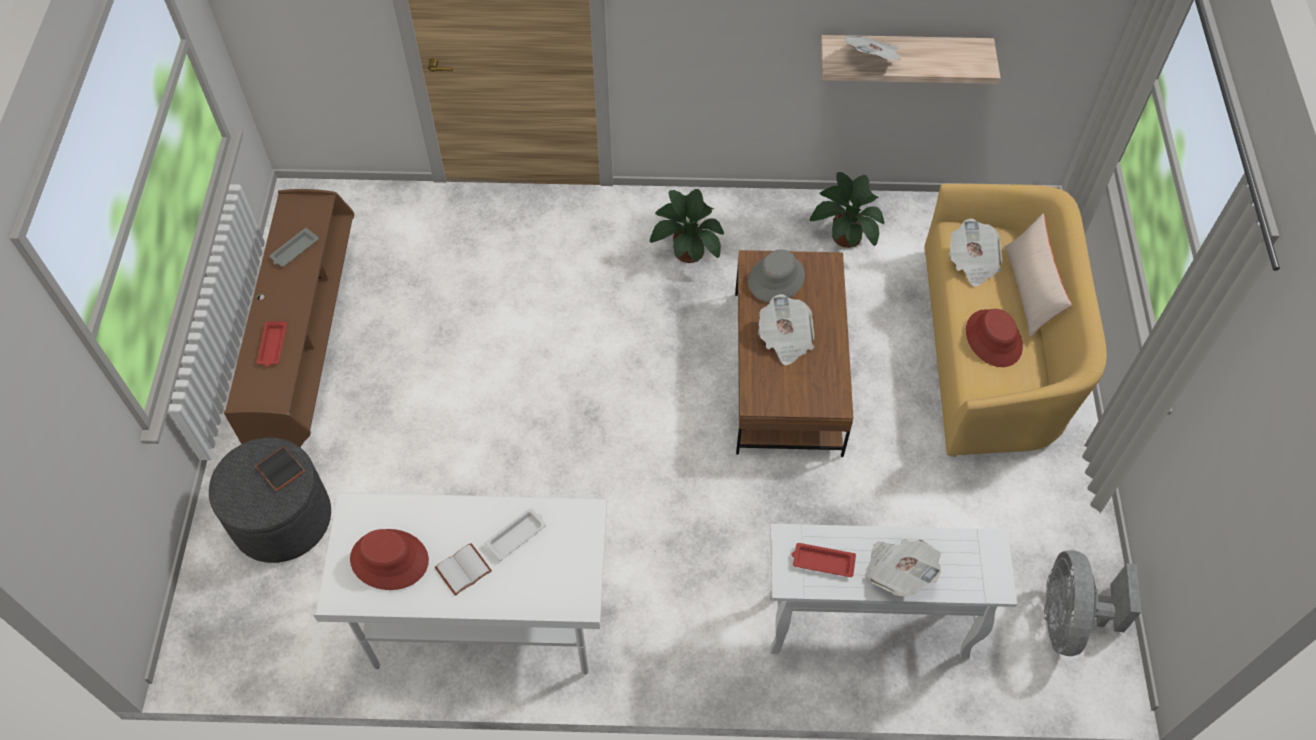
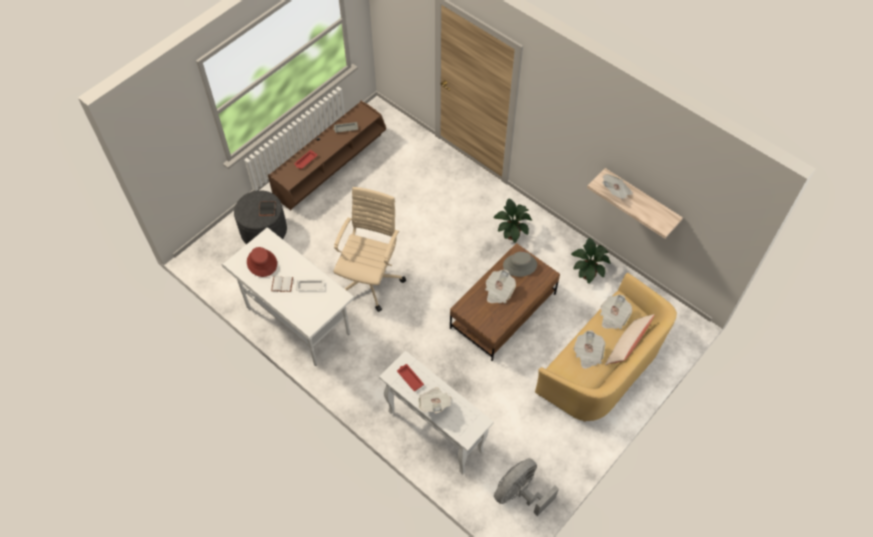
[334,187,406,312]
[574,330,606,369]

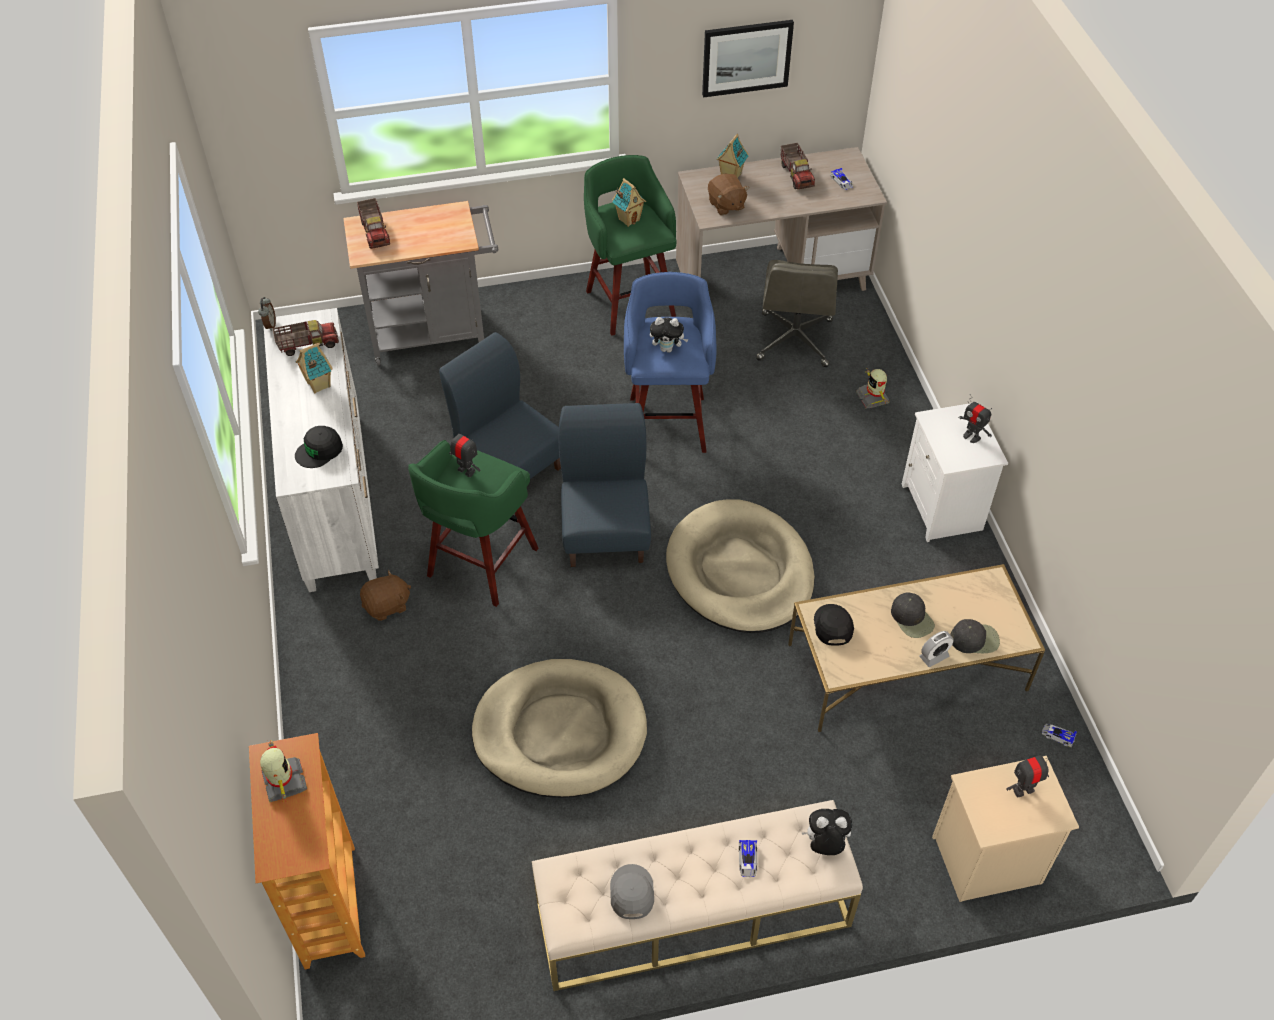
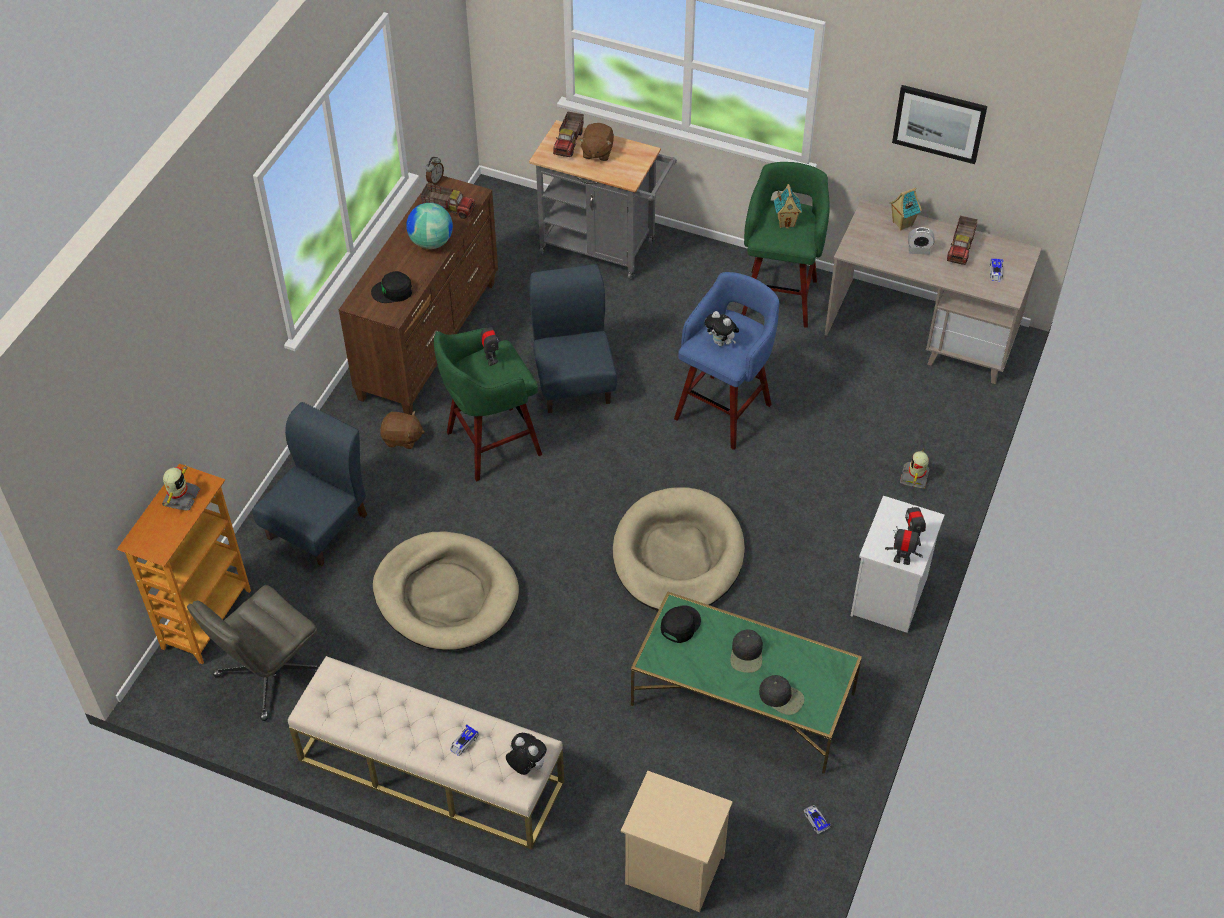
[187,585,319,721]
[252,402,367,566]
[339,176,498,415]
[406,203,453,249]
[579,123,614,161]
[631,591,862,774]
[885,526,923,565]
[908,227,935,255]
[610,864,654,919] (first image)

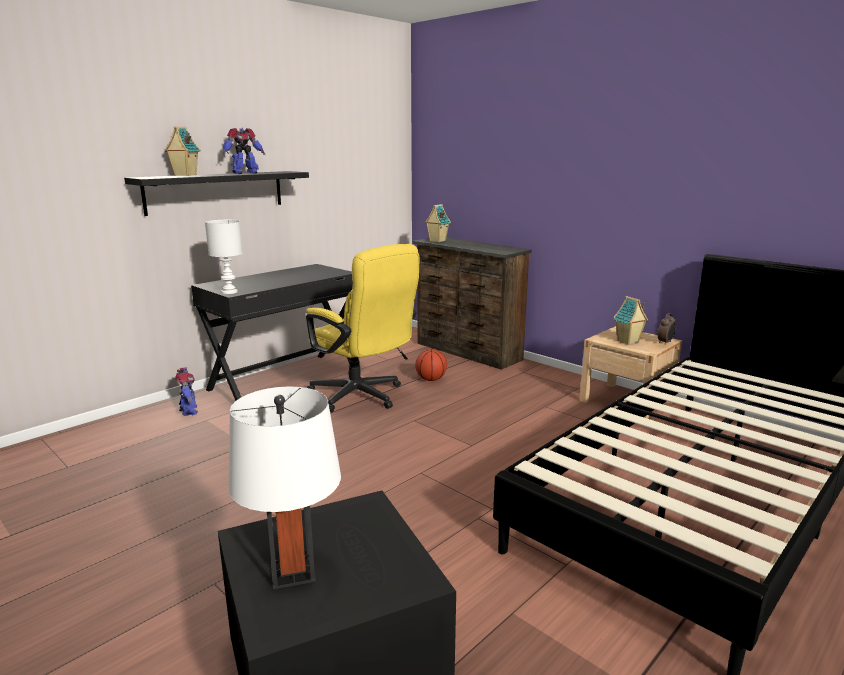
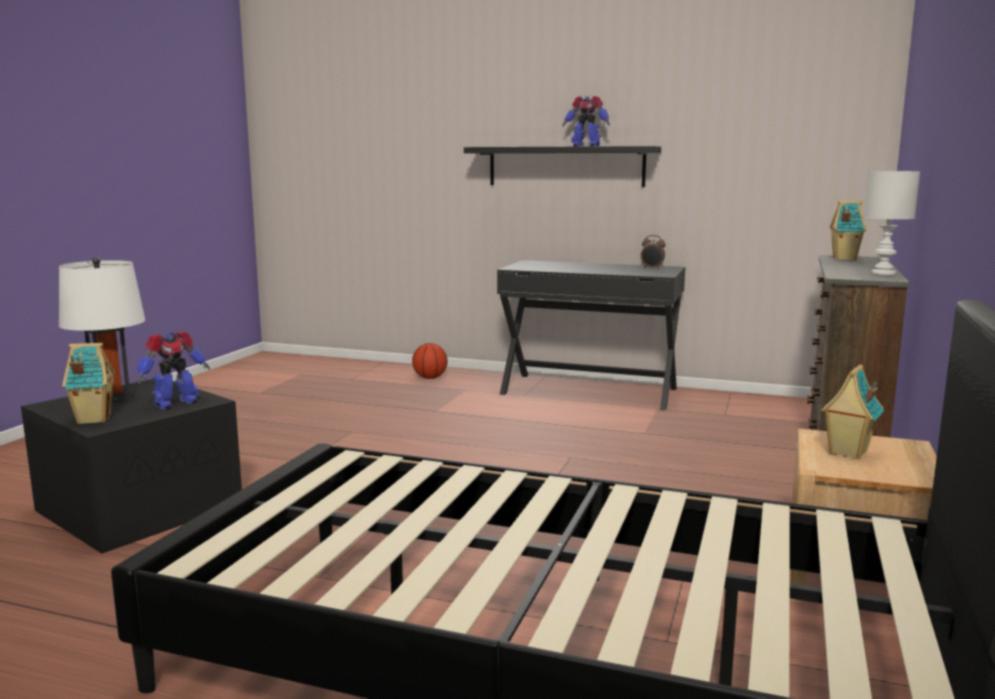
[62,342,116,424]
[137,331,210,410]
[412,343,448,379]
[641,235,666,269]
[864,171,920,275]
[306,244,419,412] (first image)

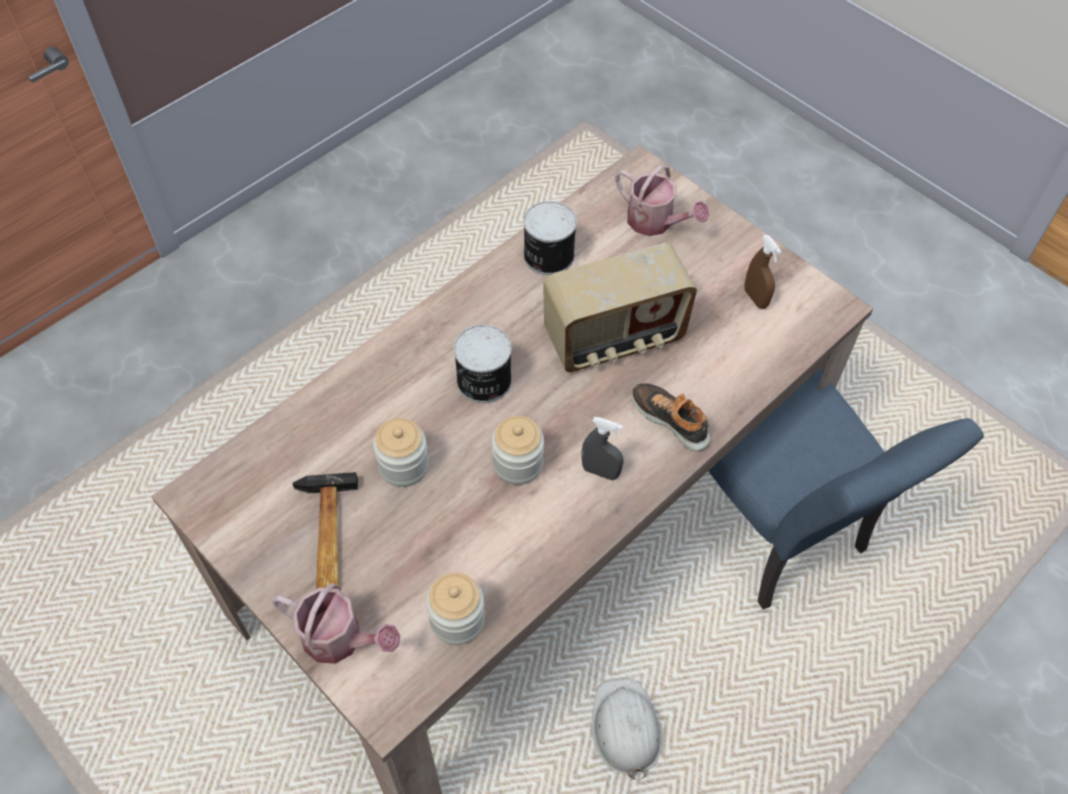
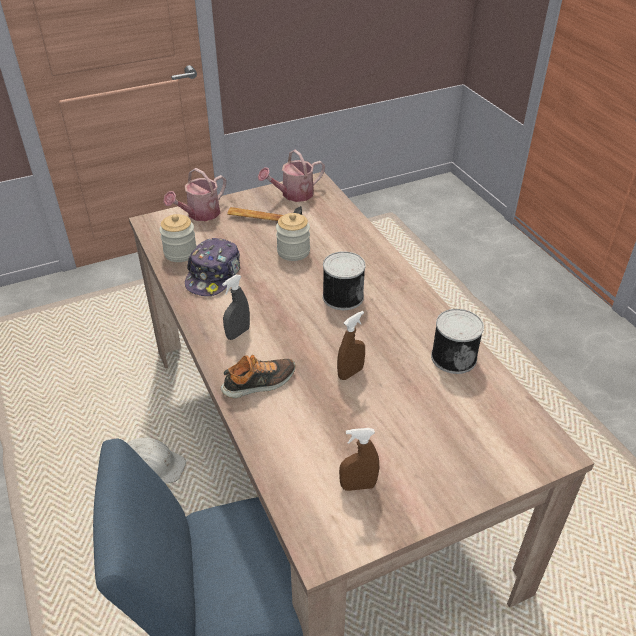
[185,238,241,296]
[258,150,325,202]
[337,311,365,380]
[492,416,544,485] (first image)

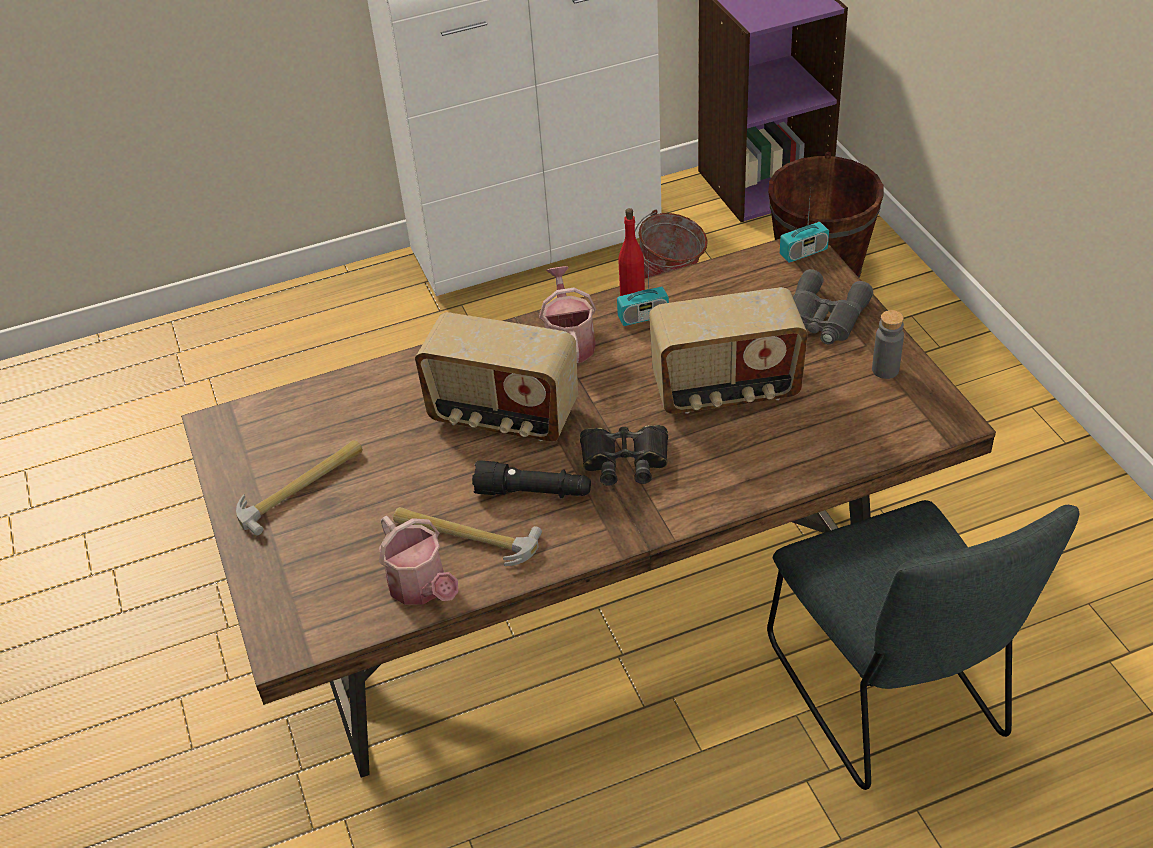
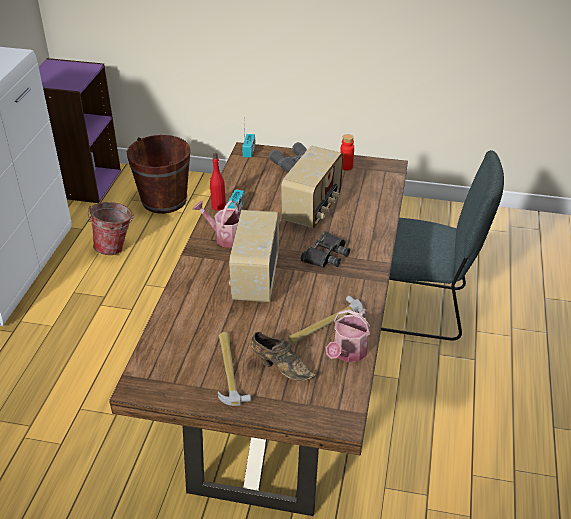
[229,210,279,302]
[251,332,316,381]
[326,308,371,362]
[340,134,354,171]
[472,460,591,499] (first image)

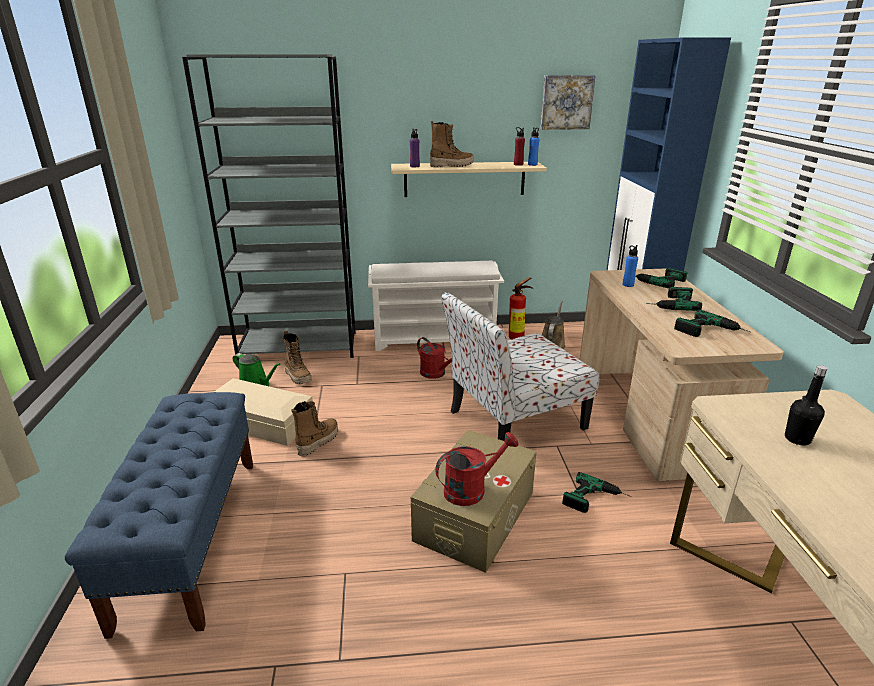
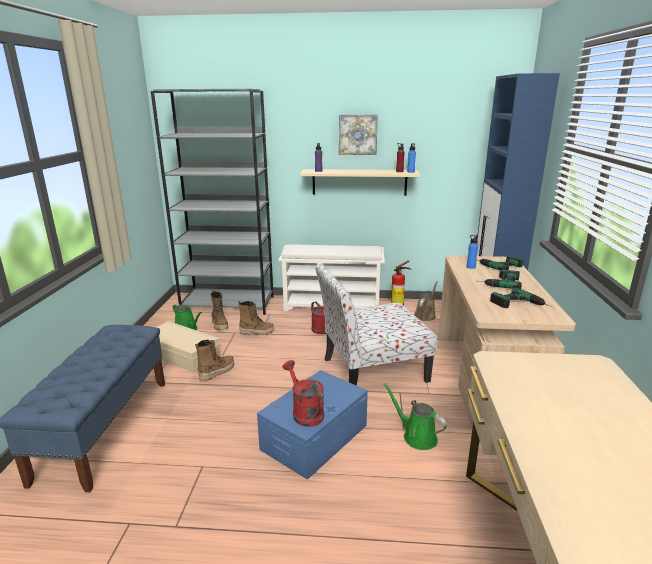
[238,301,274,335]
[257,370,368,480]
[283,360,324,427]
[339,114,378,155]
[384,384,447,450]
[785,365,828,446] (first image)

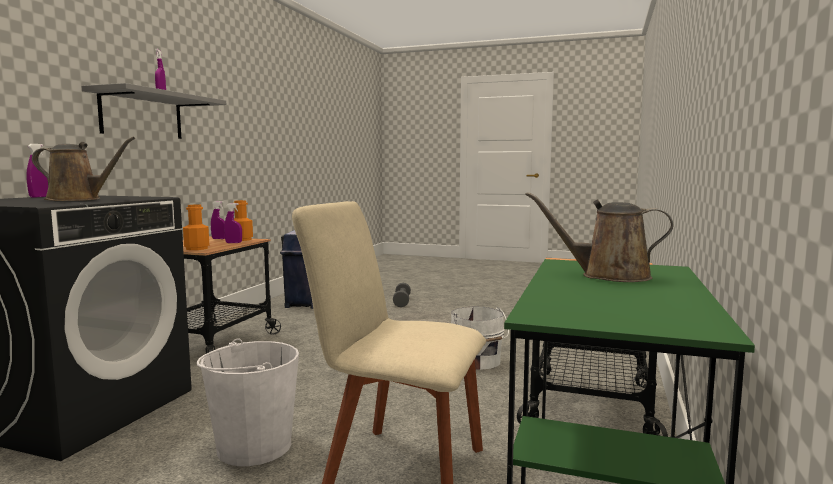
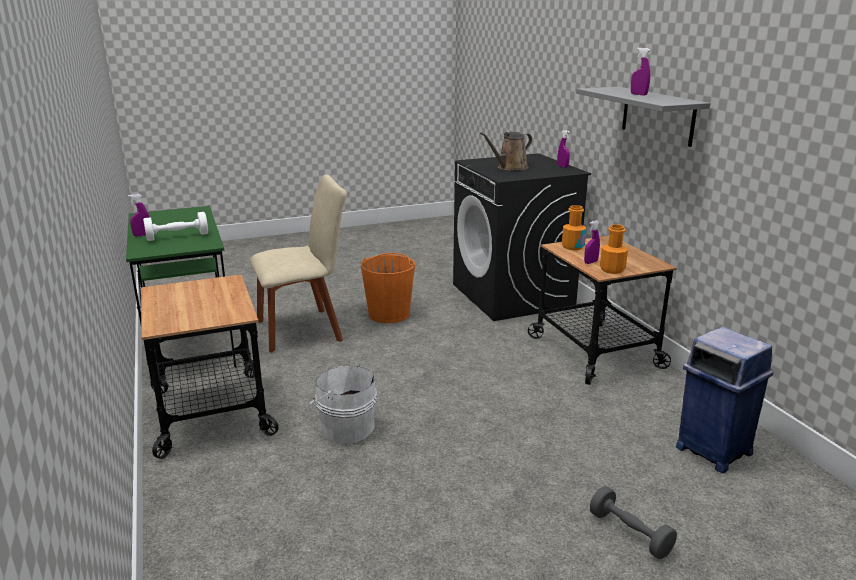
[128,194,150,237]
[143,212,208,241]
[361,253,415,323]

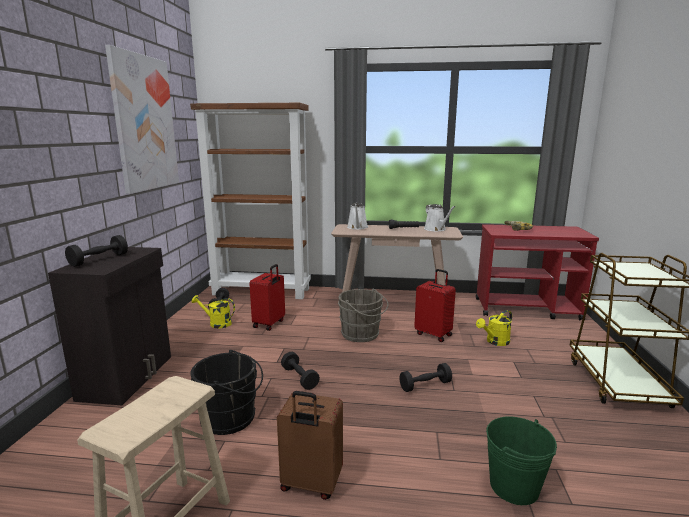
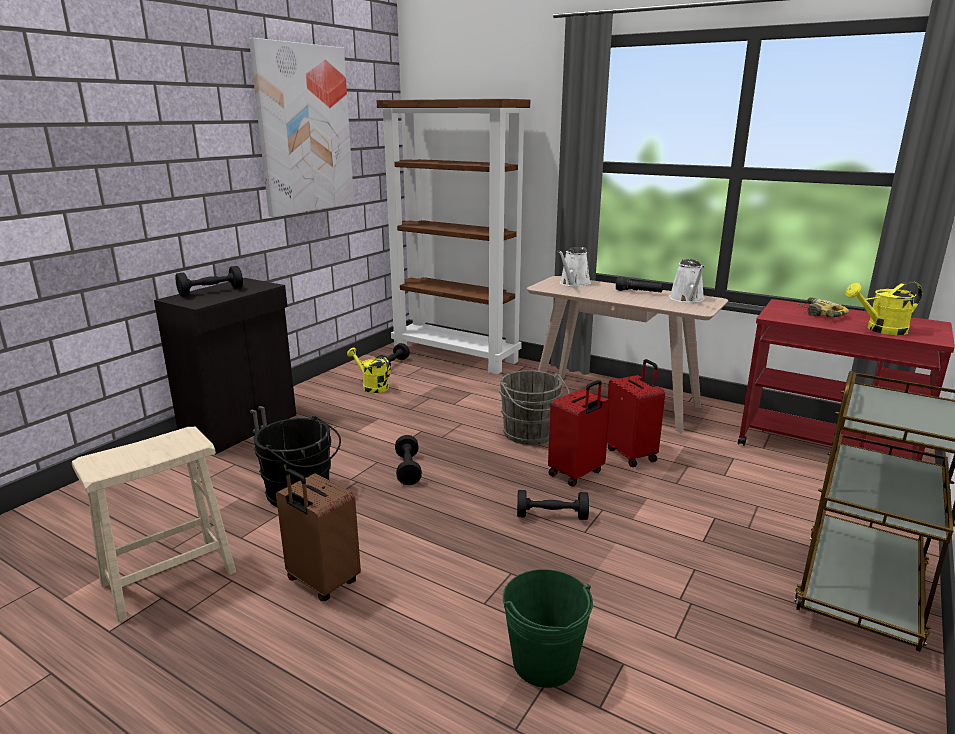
[548,380,610,487]
[846,281,922,335]

